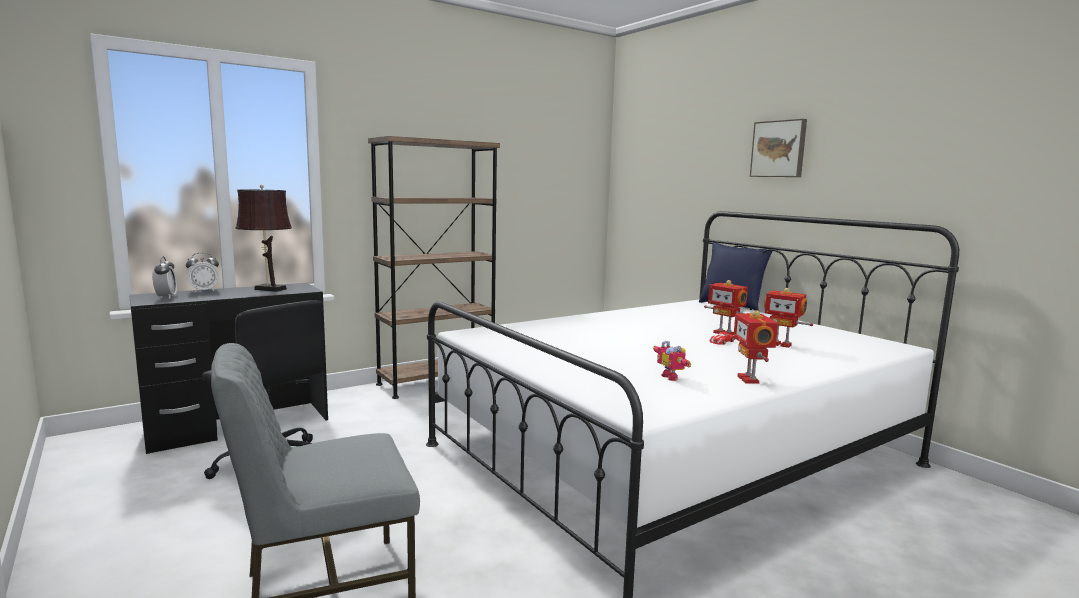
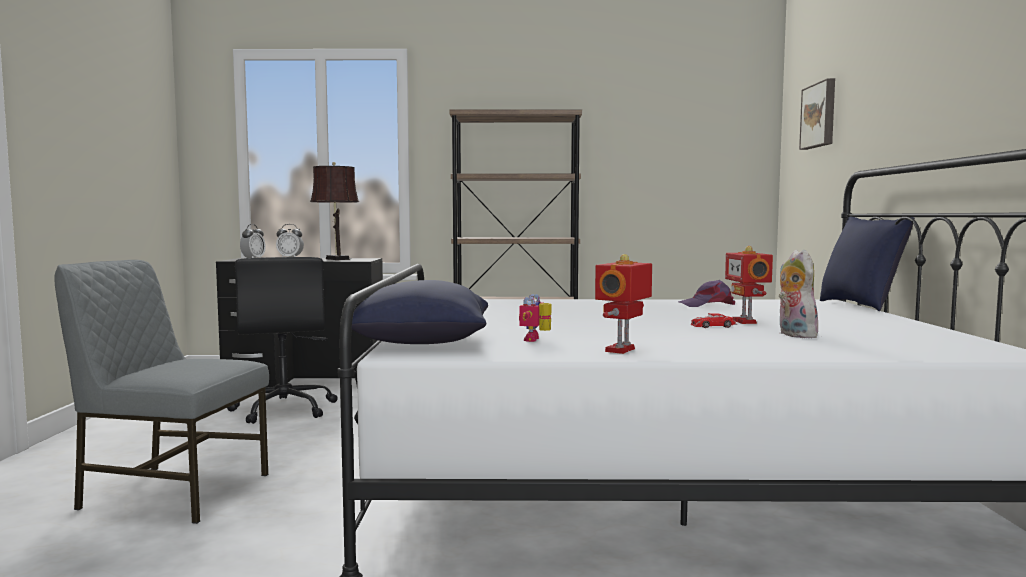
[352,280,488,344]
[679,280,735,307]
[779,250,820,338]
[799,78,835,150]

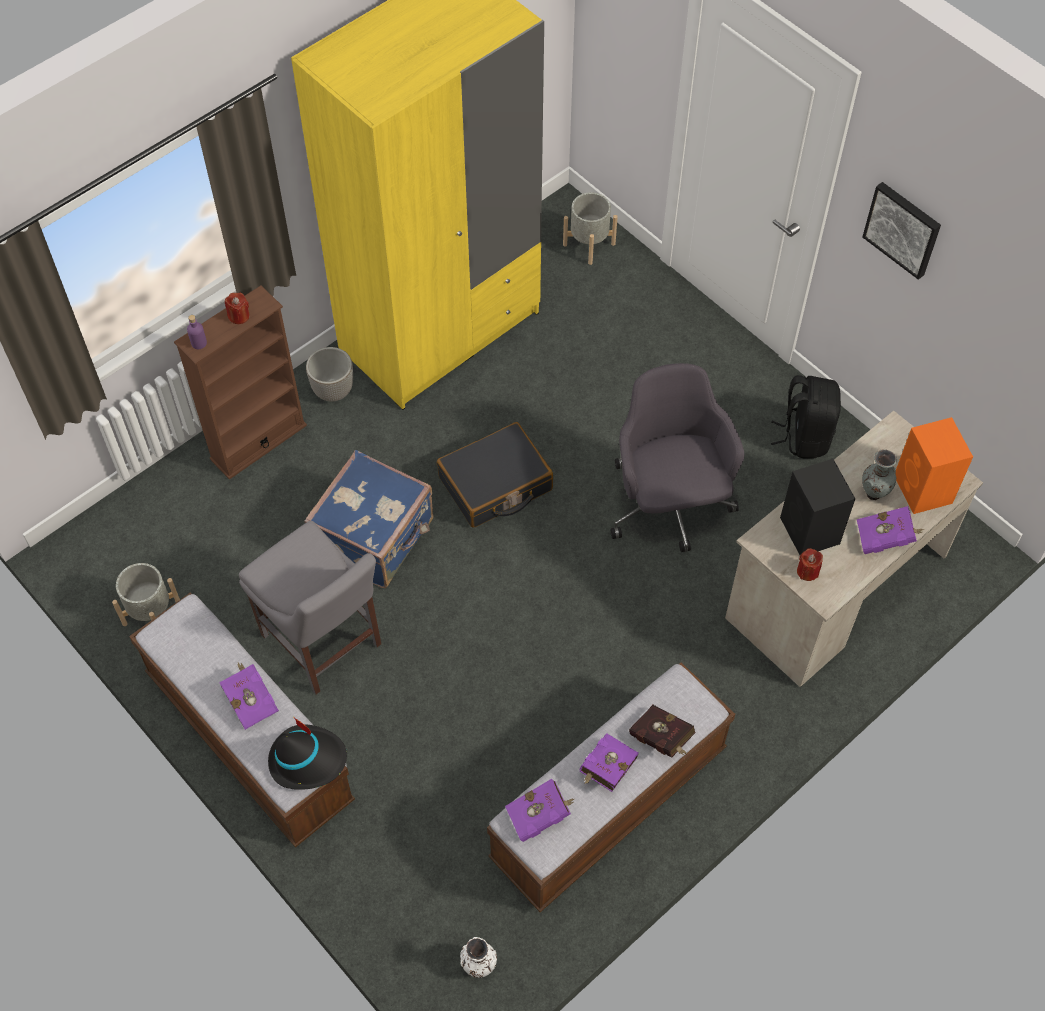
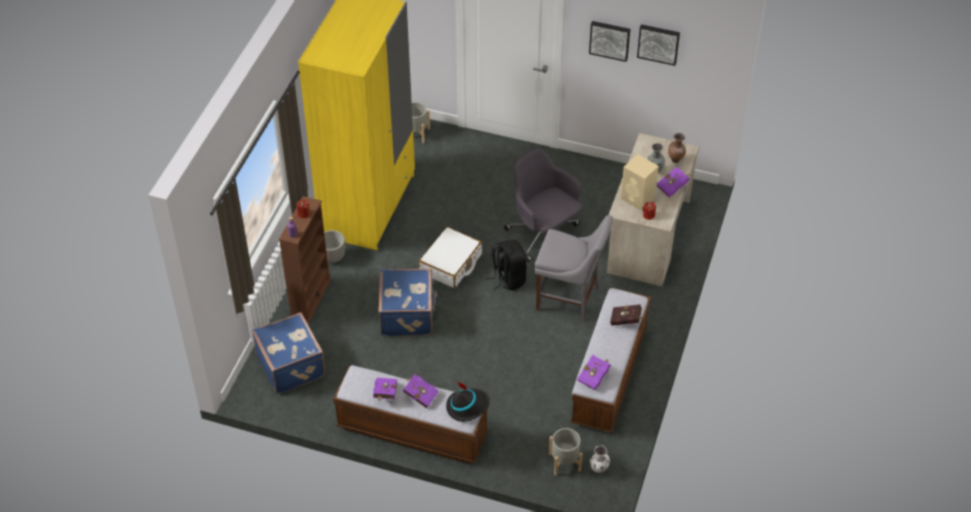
[252,312,325,394]
[373,378,397,401]
[419,227,482,288]
[487,239,527,290]
[534,215,613,322]
[549,428,582,475]
[621,154,659,211]
[637,24,680,66]
[668,133,686,163]

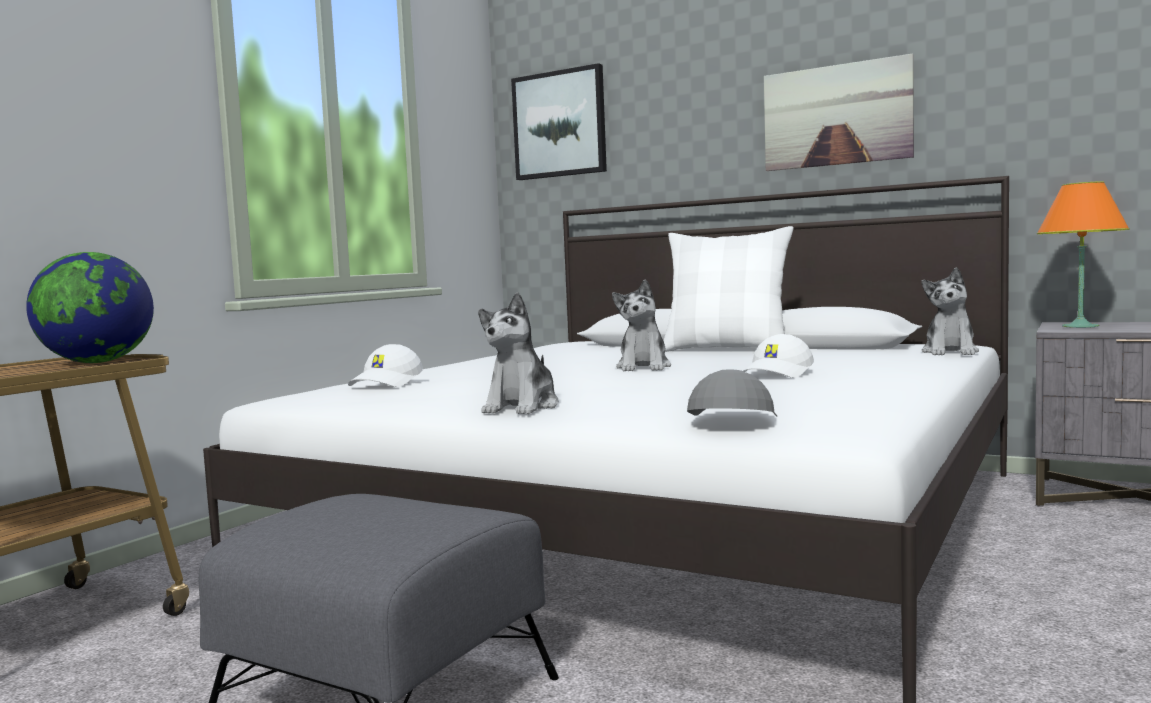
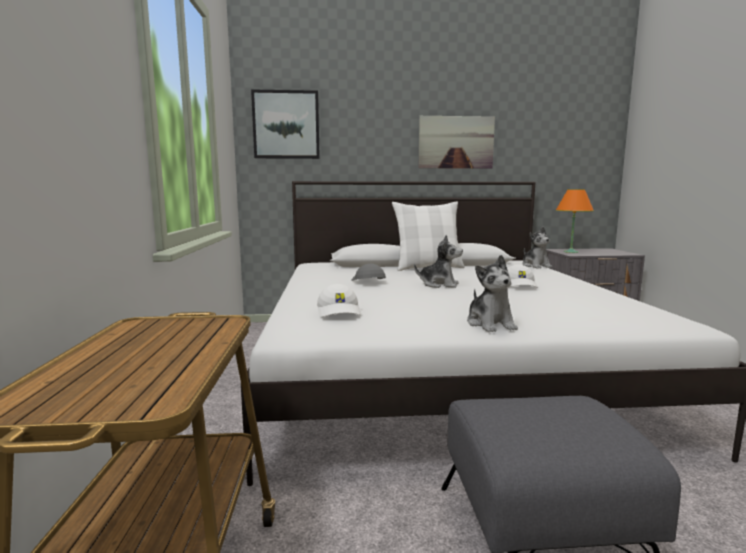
[351,263,386,281]
[414,235,463,288]
[26,252,154,363] (first image)

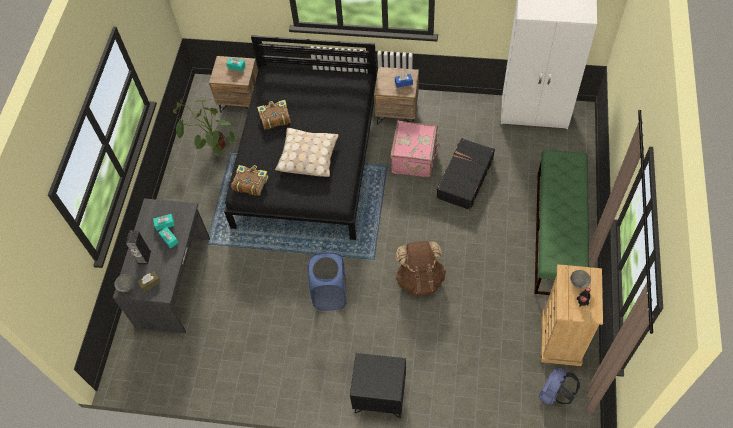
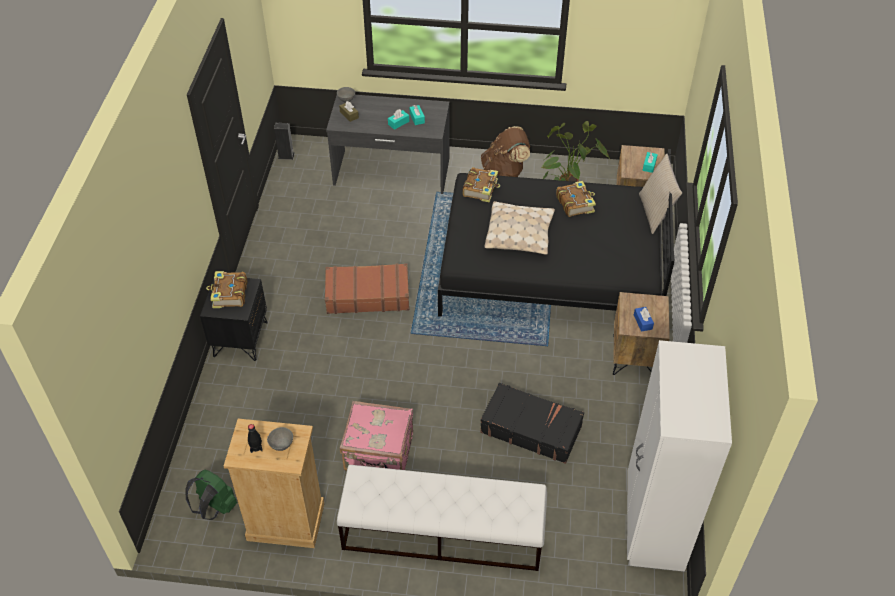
[185,470,237,520]
[206,271,247,308]
[274,123,295,160]
[325,263,409,314]
[337,465,547,571]
[340,401,413,471]
[481,126,530,177]
[639,154,682,234]

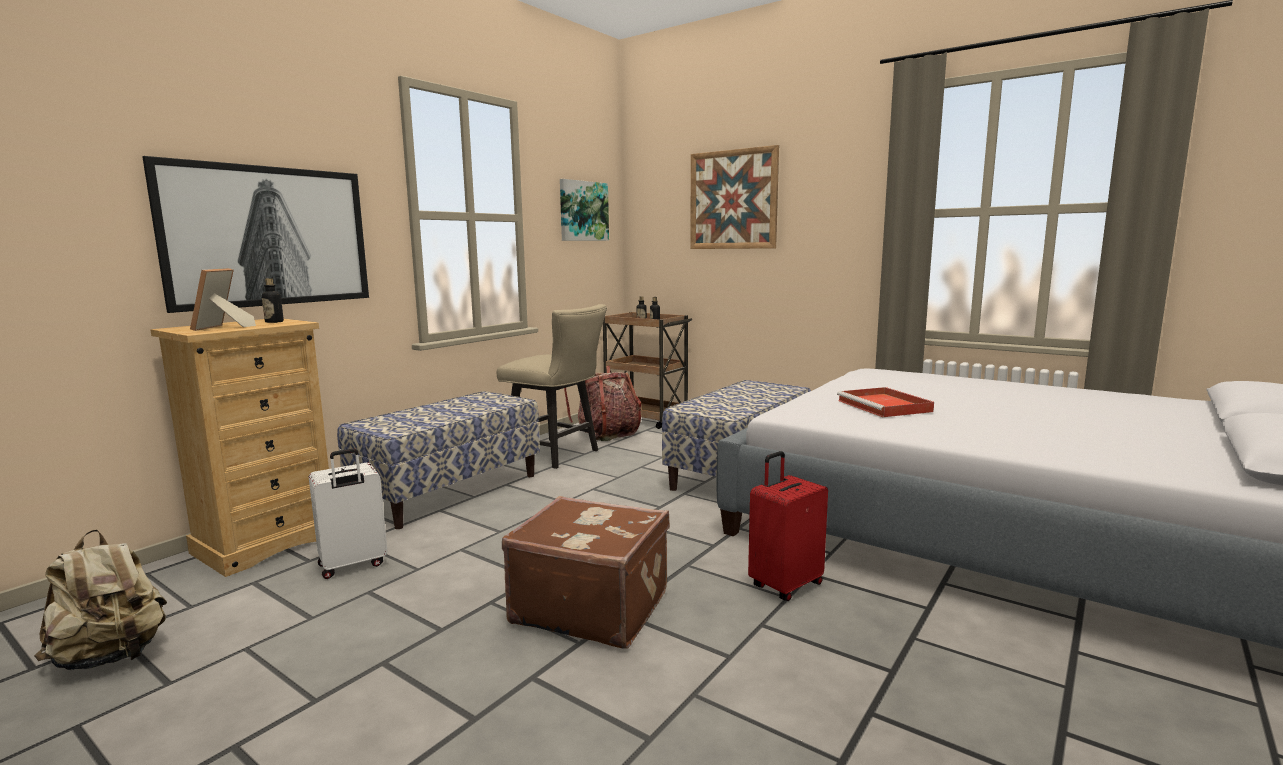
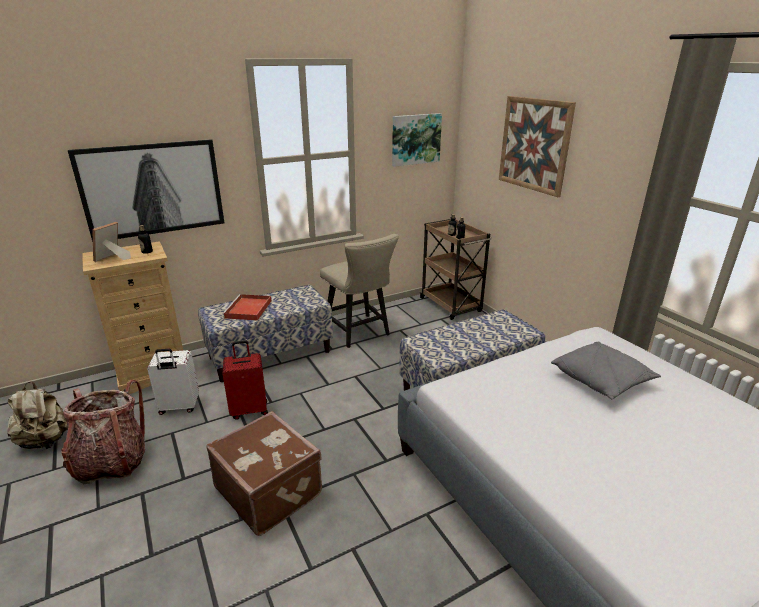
[61,379,145,484]
[222,294,272,321]
[223,341,268,420]
[551,342,661,399]

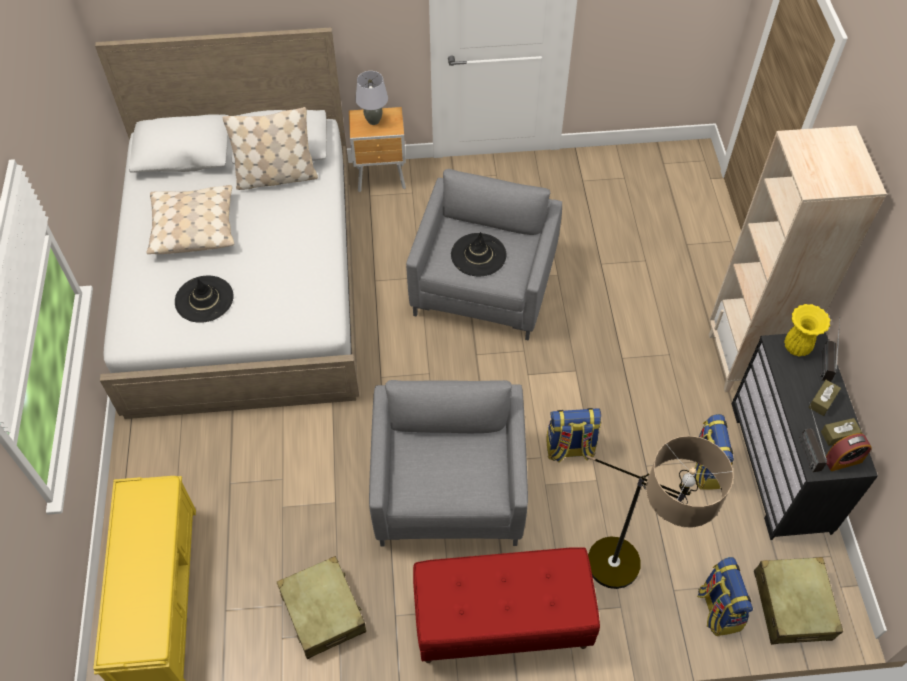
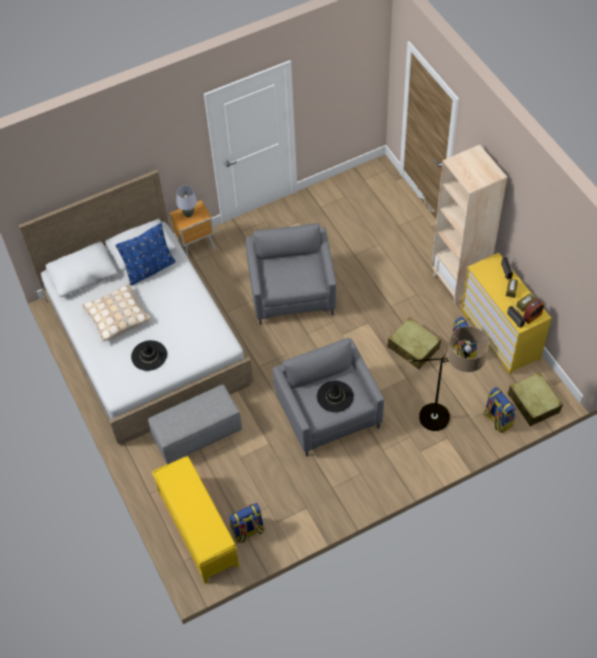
[116,223,176,285]
[148,384,242,464]
[229,503,264,543]
[317,381,354,412]
[387,317,441,369]
[461,253,552,375]
[413,547,600,663] (first image)
[784,304,830,356] (first image)

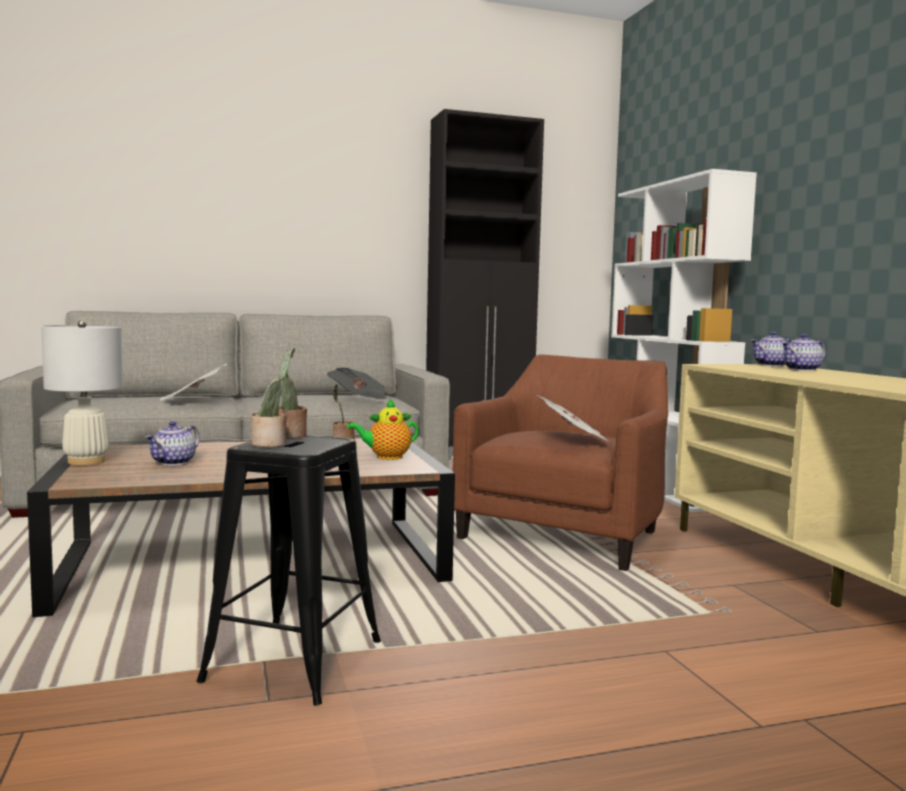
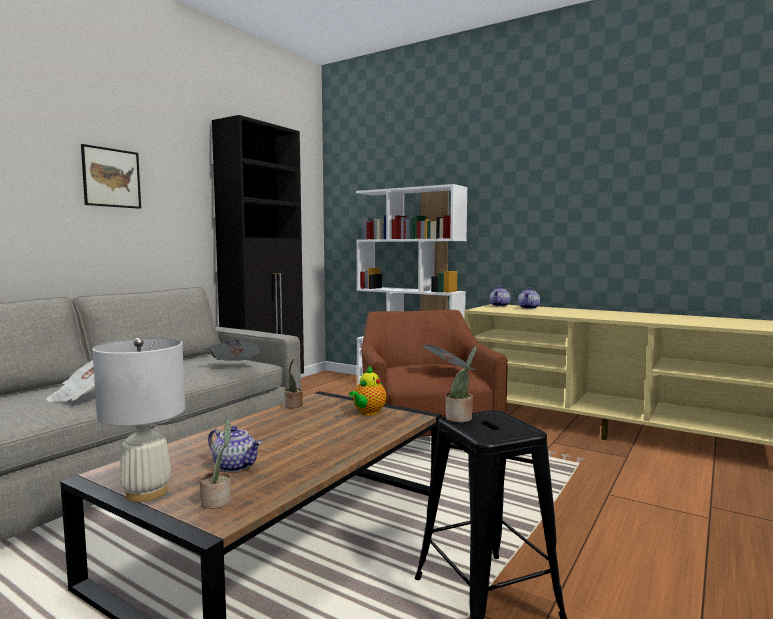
[81,144,141,209]
[200,419,231,509]
[208,426,262,472]

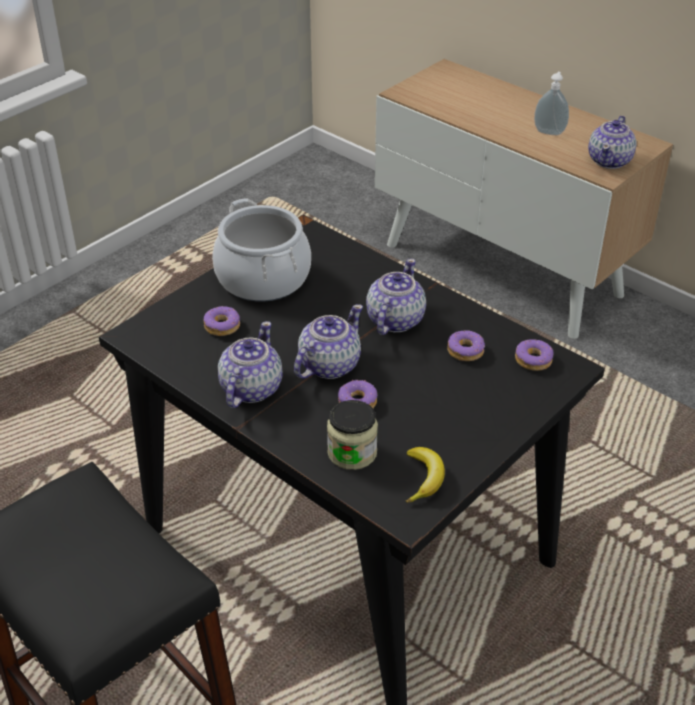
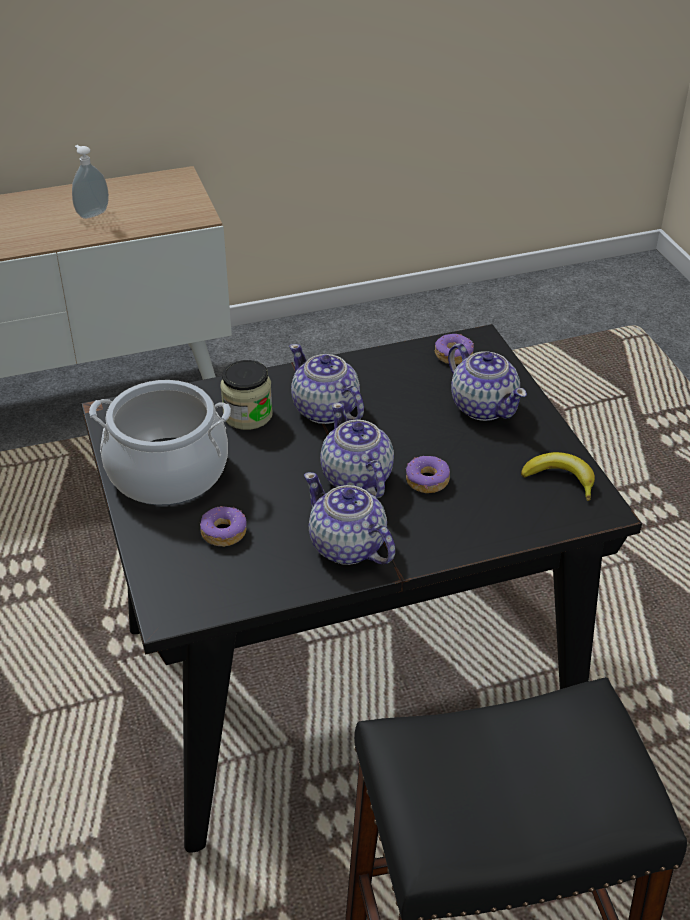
[220,360,273,430]
[448,343,527,421]
[447,330,485,361] (first image)

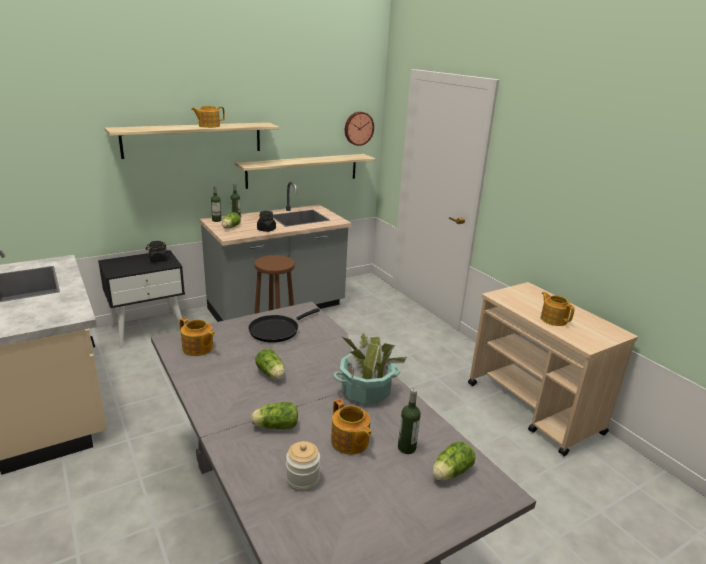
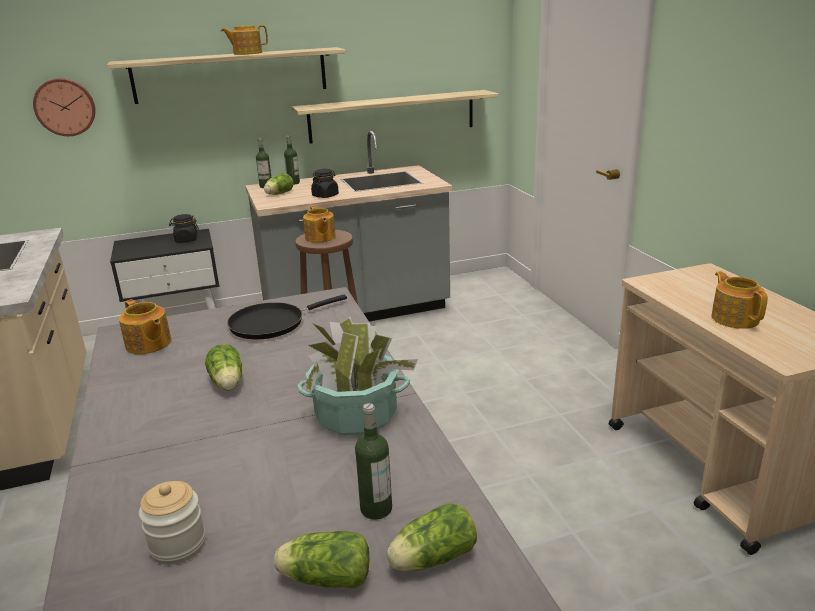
[33,78,96,136]
[274,531,369,589]
[303,206,336,243]

